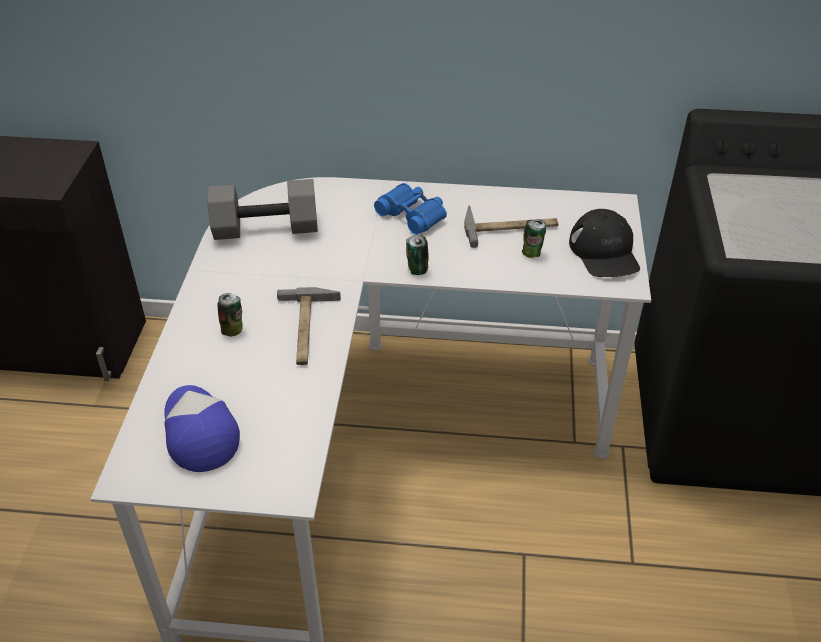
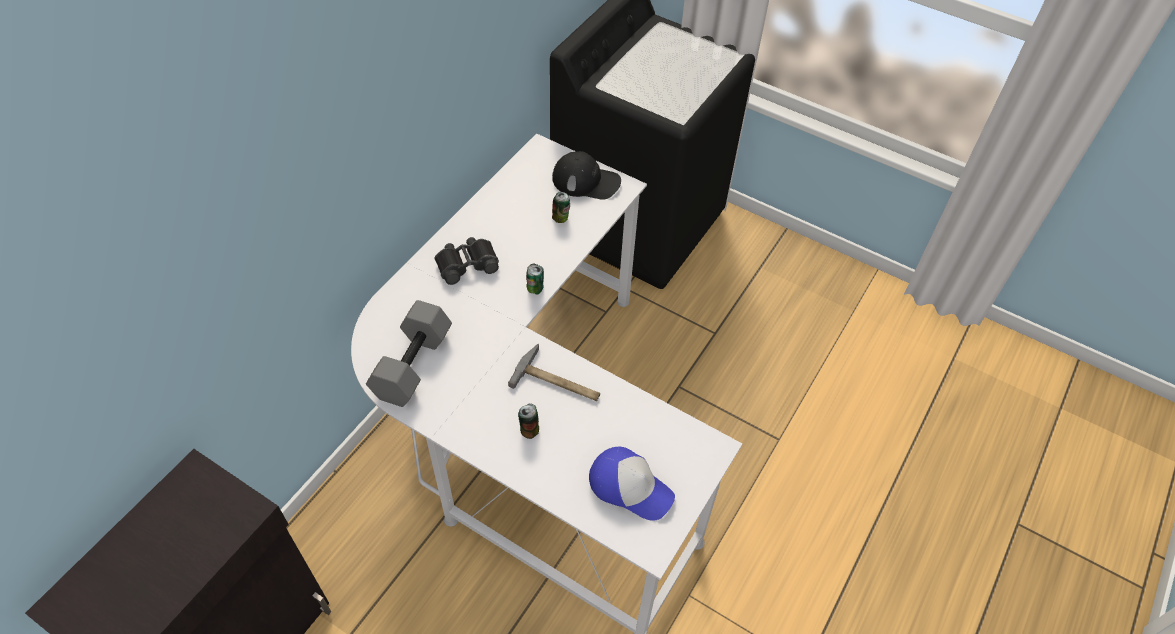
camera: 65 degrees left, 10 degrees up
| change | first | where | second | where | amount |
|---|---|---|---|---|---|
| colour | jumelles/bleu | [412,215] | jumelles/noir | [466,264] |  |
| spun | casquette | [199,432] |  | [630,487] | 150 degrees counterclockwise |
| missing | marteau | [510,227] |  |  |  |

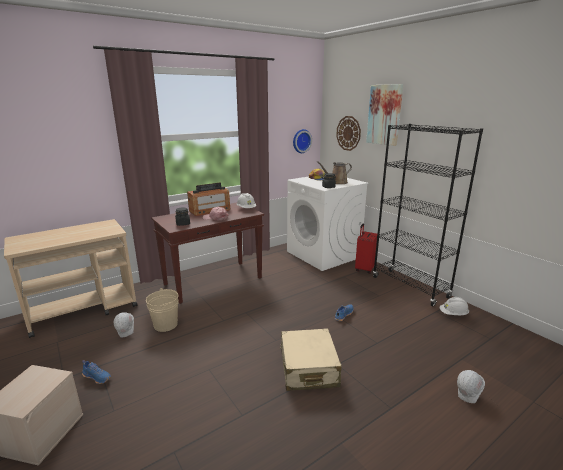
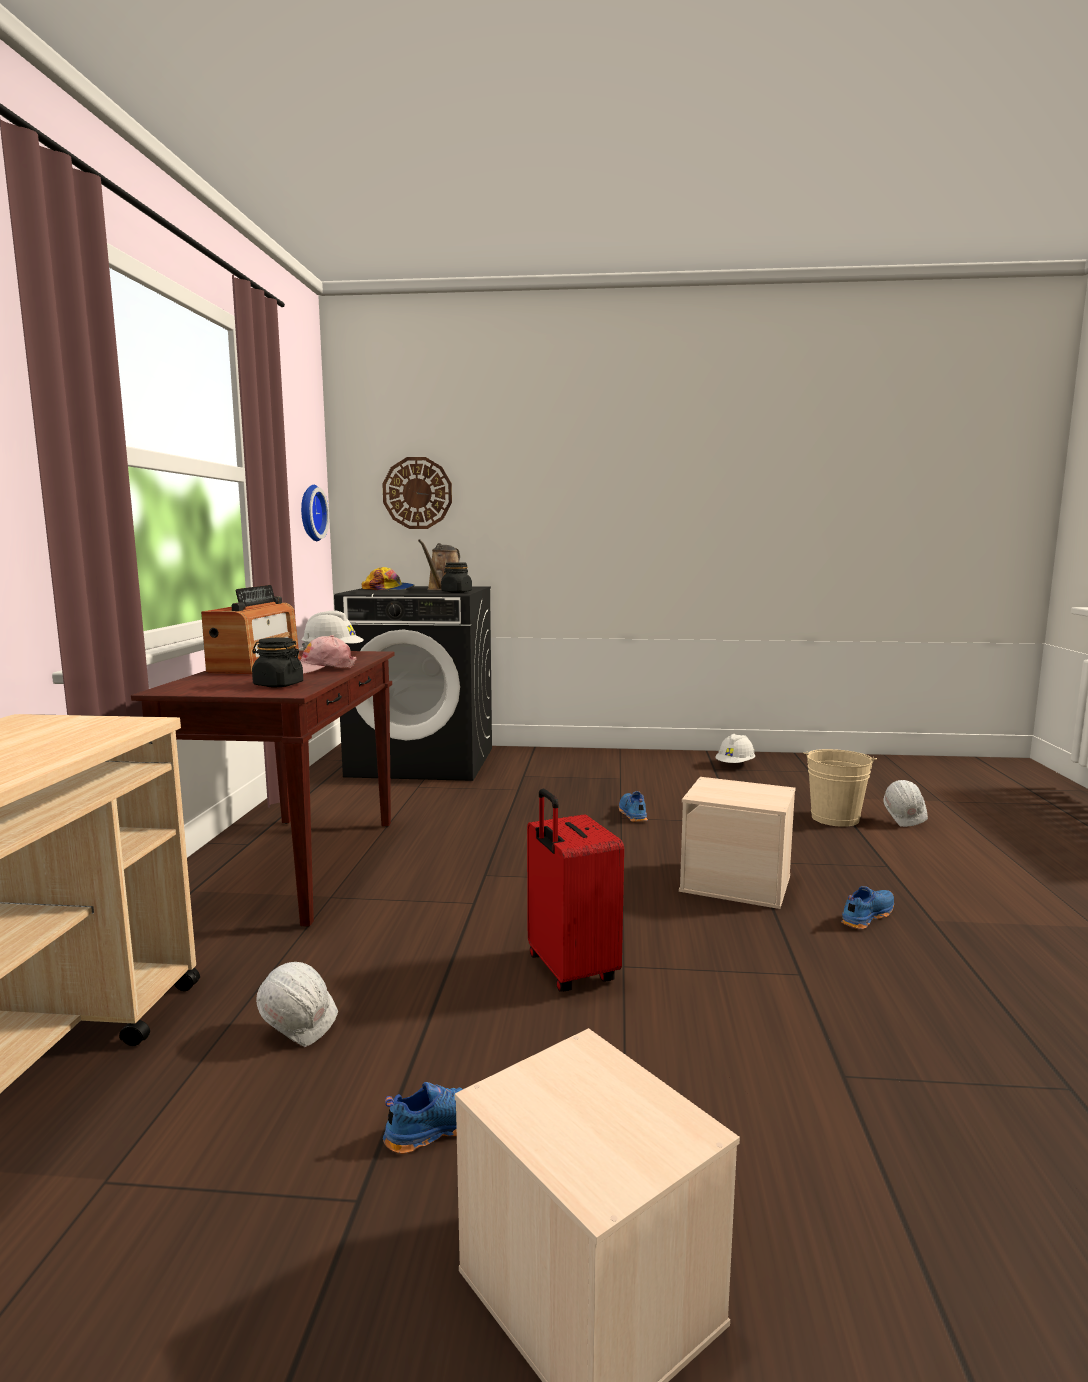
camera: 50 degrees left, 10 degrees down
| change | first | where | second | where | amount |
|---|---|---|---|---|---|
| colour | lave-linge/blanc | [323,254] | lave-linge/noir | [423,762] |  |
| relocated | valise/rouge | [364,269] |  | [569,970] |  |
| exchanged | valise/beige | [308,368] | boîte de rangement/beige | [737,883] |  |
| relocated | seau/beige | [165,325] |  | [835,818] |  |
| appeared |  |  | chaussure/bleu | [865,916] |  |
| missing | tableau | [384,115] |  |  |  |
| missing | bibliothèque/noir | [410,287] |  |  |  |

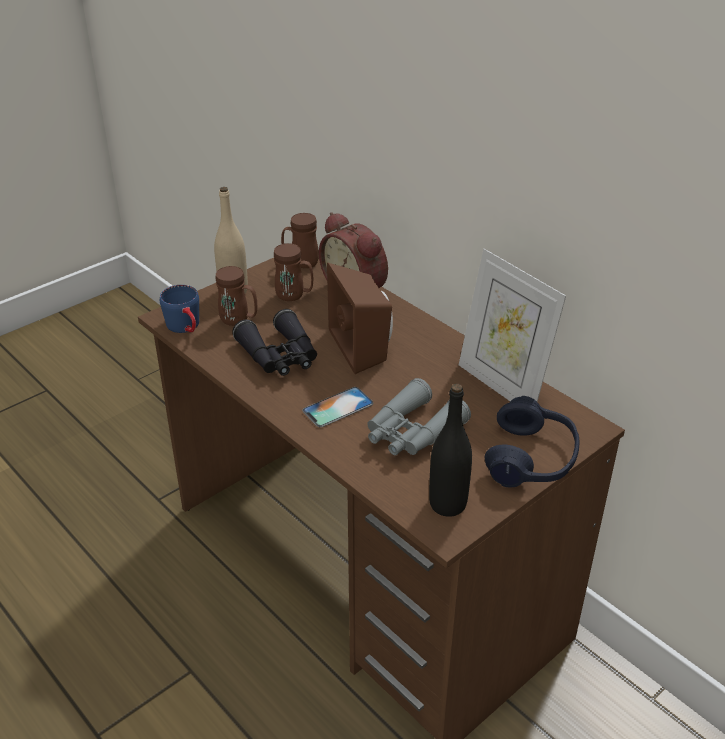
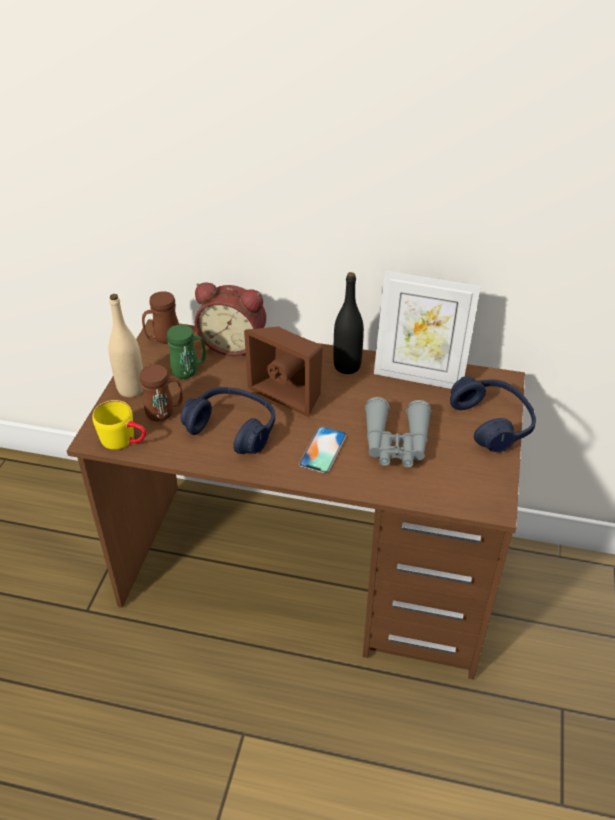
camera: 35 degrees left, 5 degrees up
| change | first | where | second | where | amount |
|---|---|---|---|---|---|
| colour | mug/bleu | [186,328] | mug/jaune | [125,440] |  |
| colour | mug/marron | [294,296] | mug/vert | [189,371] |  |
| exchanged | jumelles/noir | [280,356] | casque audio/bleu | [233,429] |  |
| relocated | bouteille/noir | [447,504] |  | [347,366] |  |

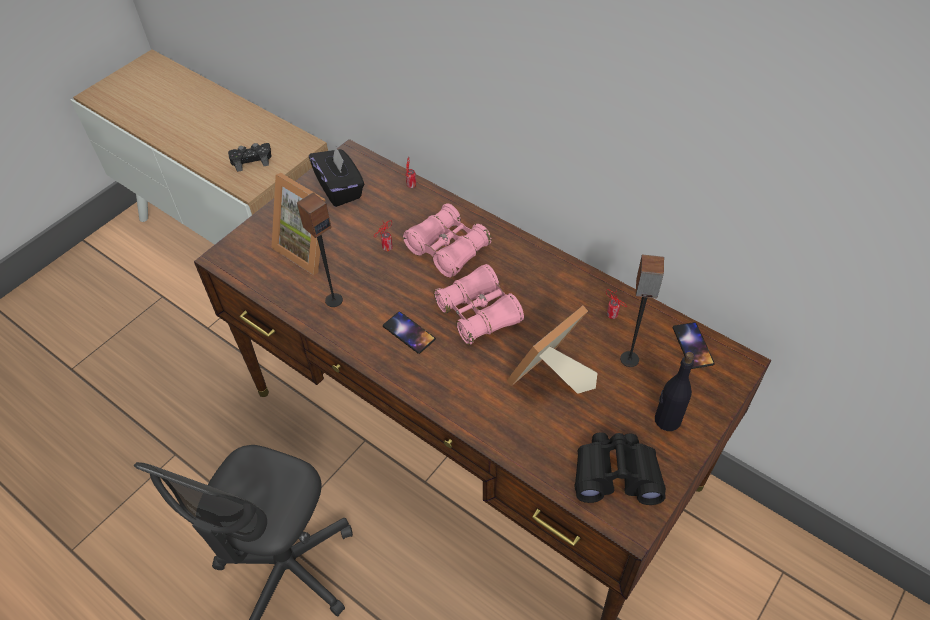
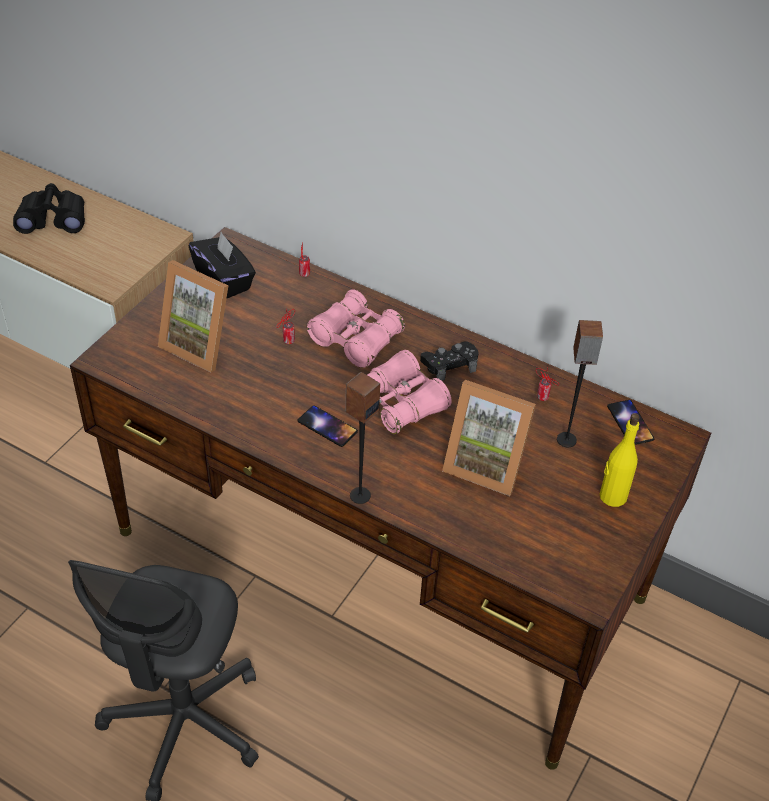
camera: 10 degrees left, 5 degrees down
| change | first | where | second | where | amount |
|---|---|---|---|---|---|
| relocated | jumelles/noir | [616,474] |  | [53,219] |  |
| relocated | enceinte | [333,300] |  | [359,495] |  |
| relocated | manette/noir | [251,160] |  | [450,364] |  |
| spun | cadre photo | [550,379] |  | [486,463] | 105 degrees counterclockwise |
| colour | bouteille/noir | [667,420] | bouteille/jaune | [612,496] |  |

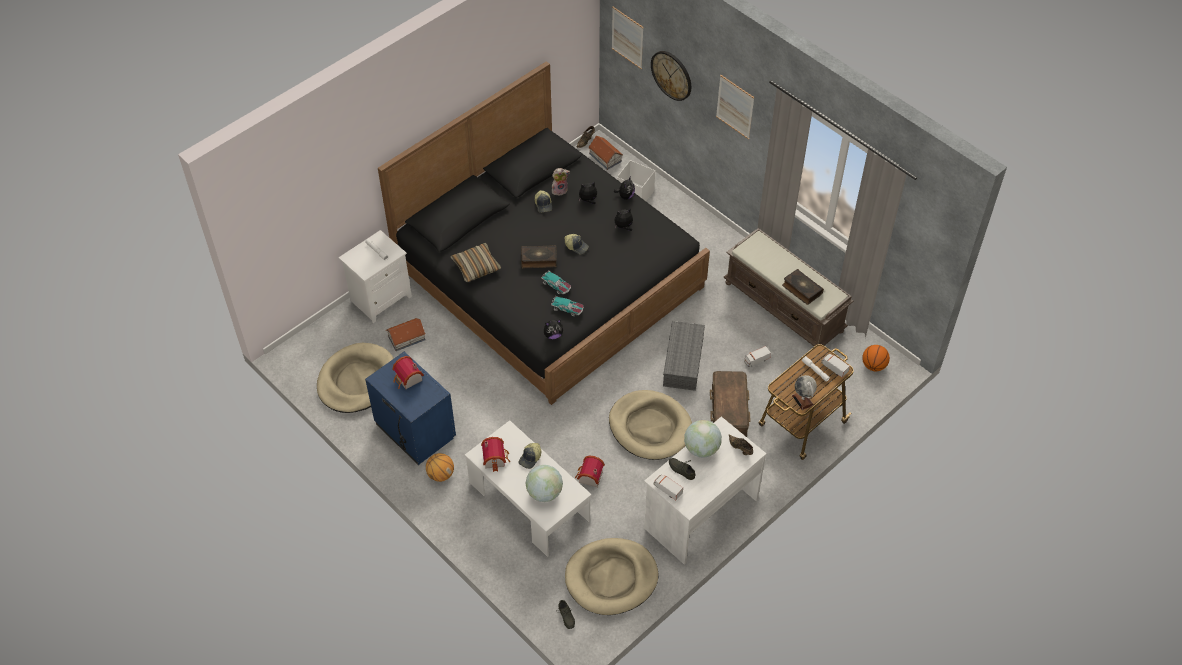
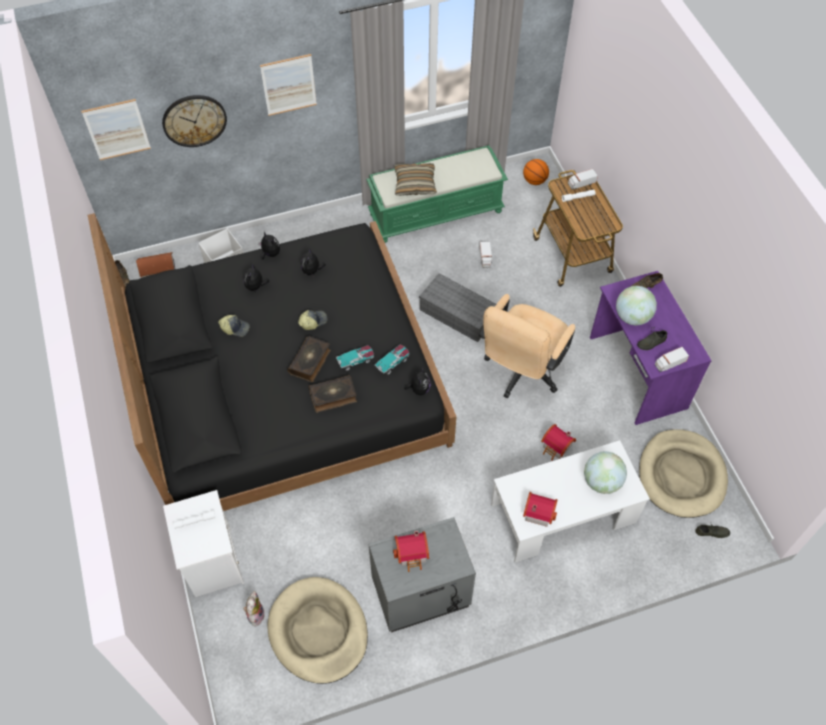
camera: 65 degrees left, 5 degrees up
| change | first | where | second | where | amount |
|---|---|---|---|---|---|
| relocated | peluche | [560,190] |  | [255,614] |  |
| relocated | livre | [801,290] |  | [333,397] |  |
| colour | banc/marron | [785,307] | banc/vert | [436,212] |  |
| colour | table de chevet/bleu | [414,431] | table de chevet/gris | [421,594] |  |
| relocated | coussin | [476,267] |  | [415,184] |  |
| exchanged | panier pour chien/beige | [650,427] | chaise de bureau/beige | [521,372] |  |
| colour | bureau/blanc | [700,513] | bureau/violet | [636,373] |  |
| missing | maison miniature | [407,338] |  |  |  |
| missing | ballon de basket | [440,474] |  |  |  |
| missing | casquette | [530,458] |  |  |  |
| missing | boîte de rangement/marron | [729,411] |  |  |  |
| missing | globe | [802,400] |  |  |  |

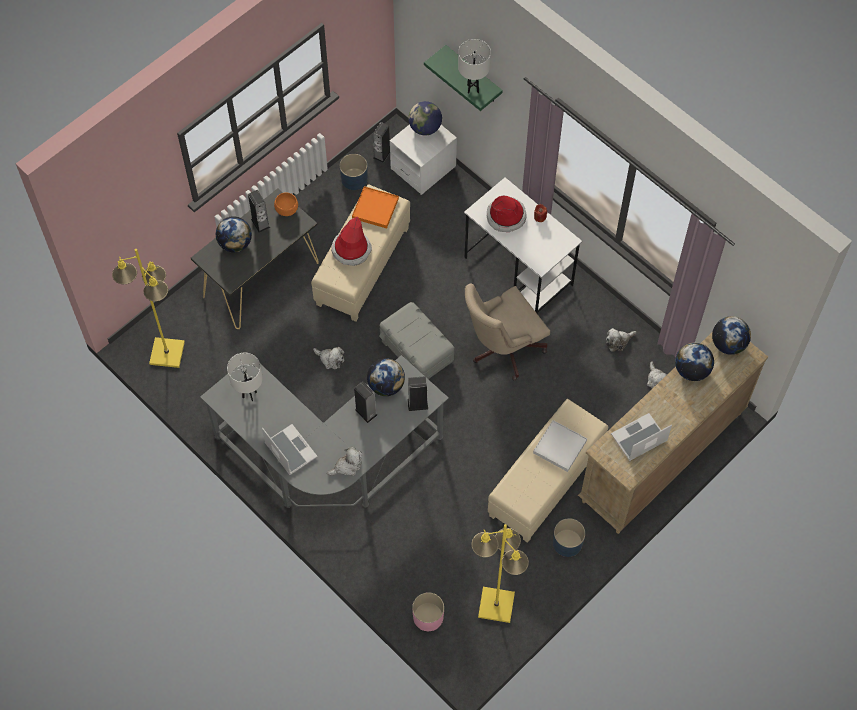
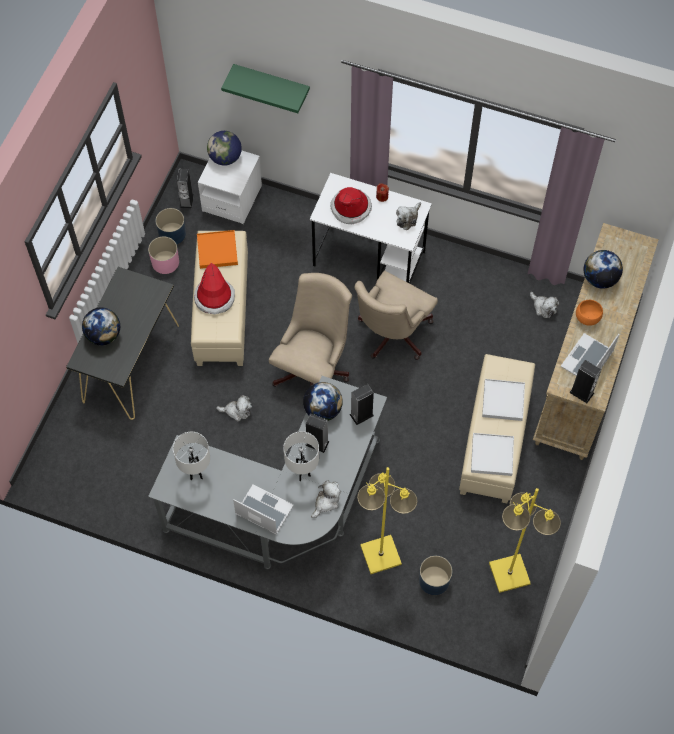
camera: 25 degrees left, 0 degrees up
| change | first | where | second | where | amount |
|---|---|---|---|---|---|
| relocated | cache-pot/rose | [428,617] |  | [165,262] |  |
| exchanged | boîte de rangement/gris | [417,349] | chaise de bureau/beige | [313,368] |  |
| relocated | lampe de table/blanc | [473,88] |  | [302,473] |  |
| relocated | lampadaire/jaune | [166,352] |  | [380,554] |  |
| relocated | peluche | [618,341] |  | [408,218] |  |
| relocated | cache-pot/bleu | [567,543] |  | [434,580] |  |
| appeared |  |  | plateau/blanc | [492,455] |  |
| relocated | enceinte | [260,223] |  | [581,393] |  |
| relocated | bol/orange | [287,209] |  | [587,317] |  |
| missing | globe | [728,344] |  |  |  |

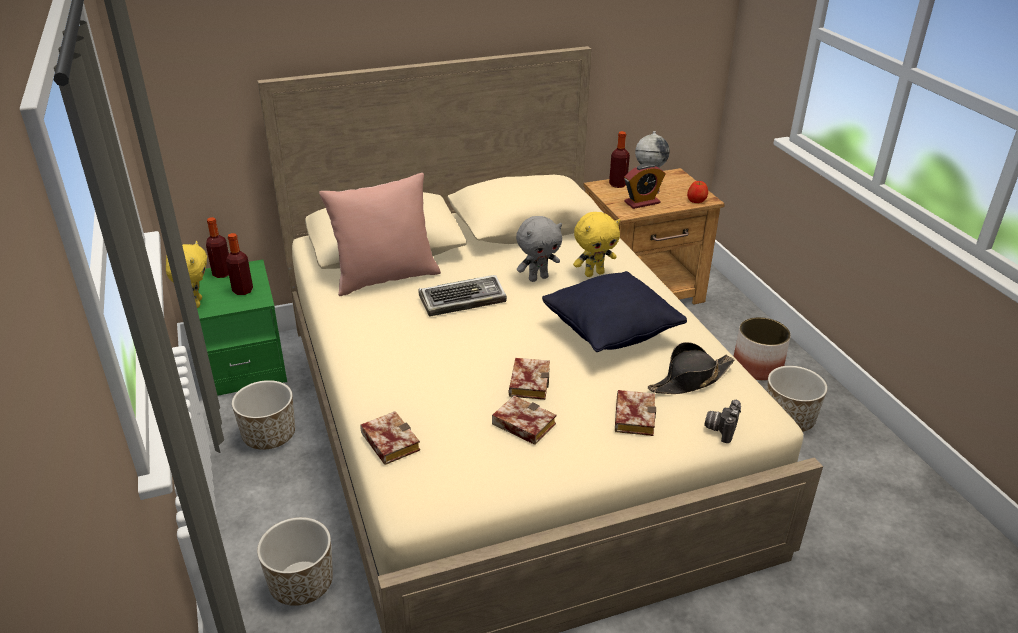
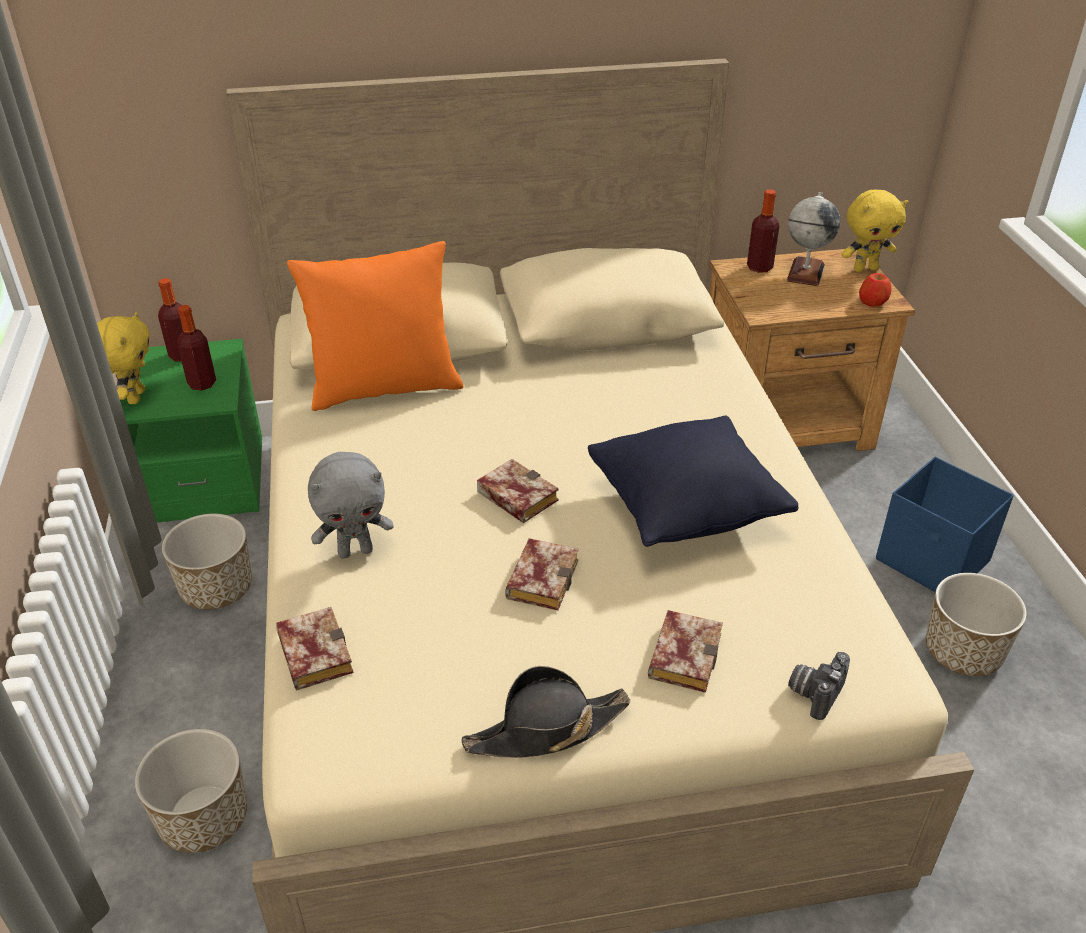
camera: 10 degrees right, 5 degrees up
| change | first | where | second | where | amount |
|---|---|---|---|---|---|
| colour | coussin/rose | [385,278] | coussin/orange | [385,388] |  |
| relocated | peluche/gris | [538,278] |  | [356,551] |  |
| relocated | chapeau/noir | [690,380] |  | [546,729] |  |
| relocated | livre | [521,425] |  | [513,497] |  |
| relocated | peluche/jaune | [594,273] |  | [865,268] |  |
| exchanged | cache-pot | [757,367] | boîte de rangement/bleu | [933,561] |  |
| missing | clavier | [463,300] |  |  |  |
| missing | réveil | [642,202] |  |  |  |

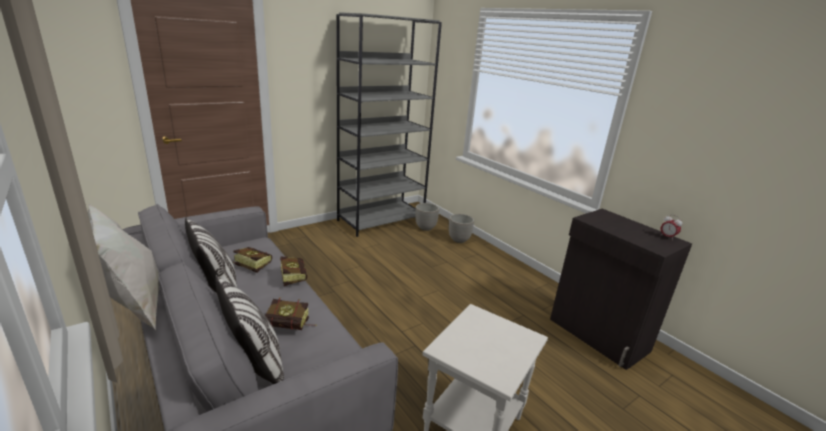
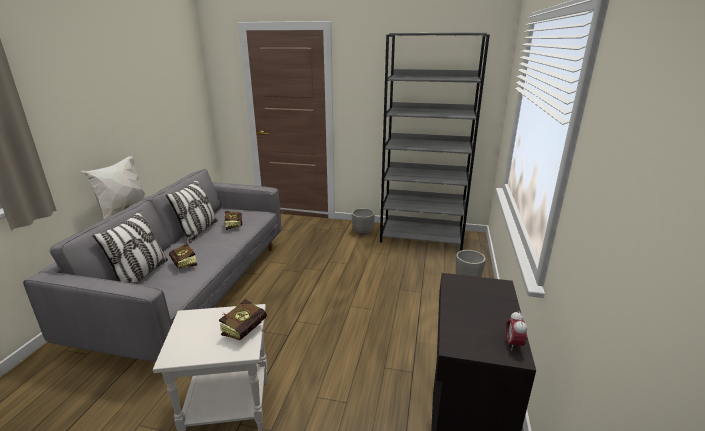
camera: 50 degrees right, 0 degrees up
| change | first | where | second | where | amount |
|---|---|---|---|---|---|
| relocated | livre | [293,277] |  | [248,328] |  |
| relocated | cache-pot | [425,228] |  | [362,232] |  |

